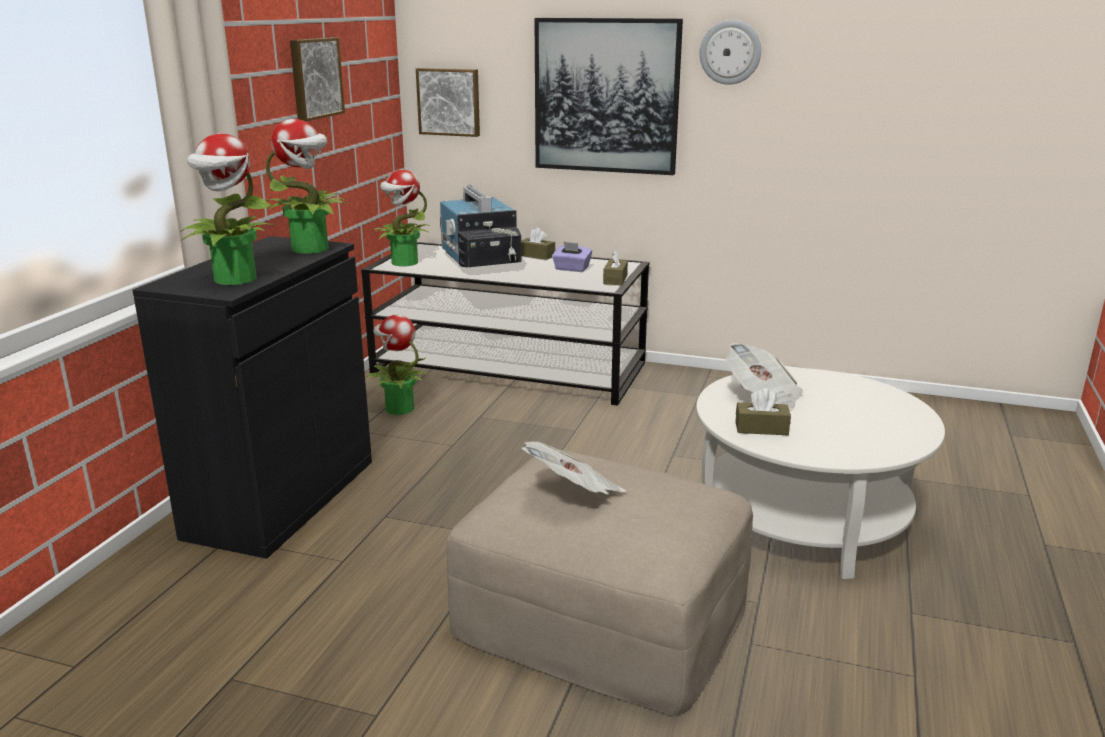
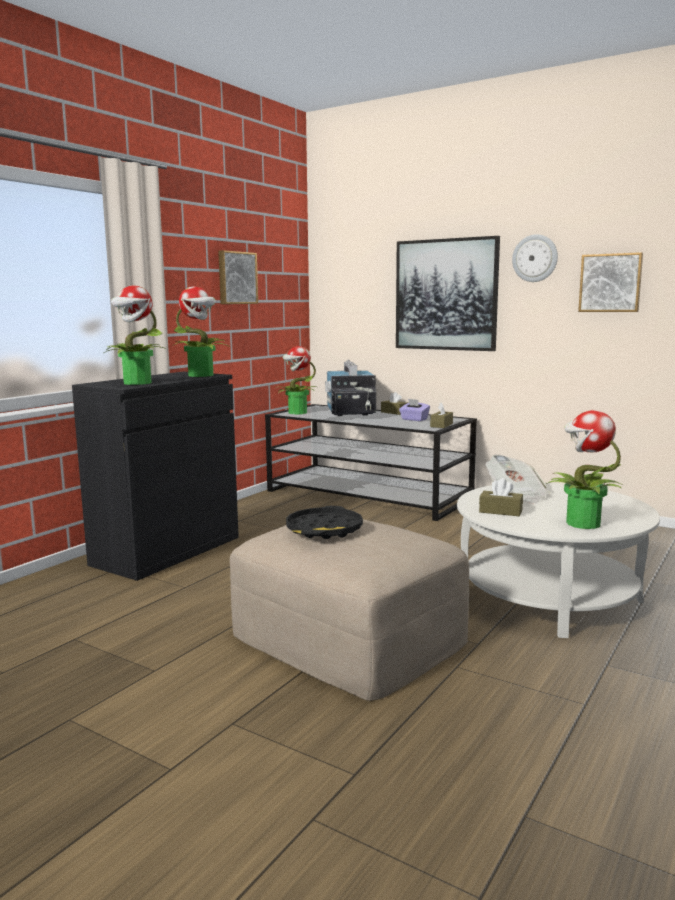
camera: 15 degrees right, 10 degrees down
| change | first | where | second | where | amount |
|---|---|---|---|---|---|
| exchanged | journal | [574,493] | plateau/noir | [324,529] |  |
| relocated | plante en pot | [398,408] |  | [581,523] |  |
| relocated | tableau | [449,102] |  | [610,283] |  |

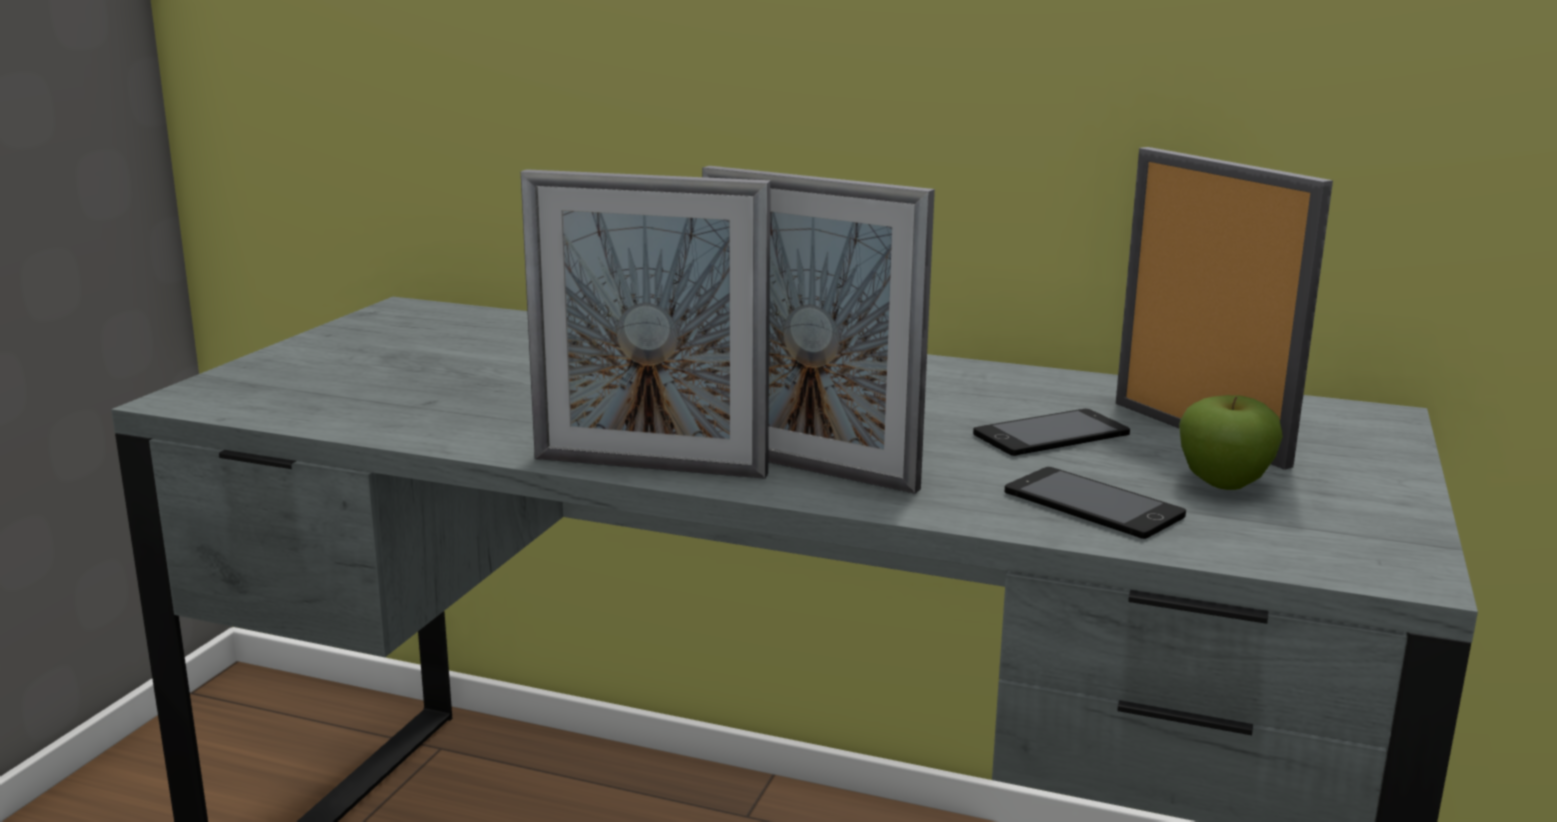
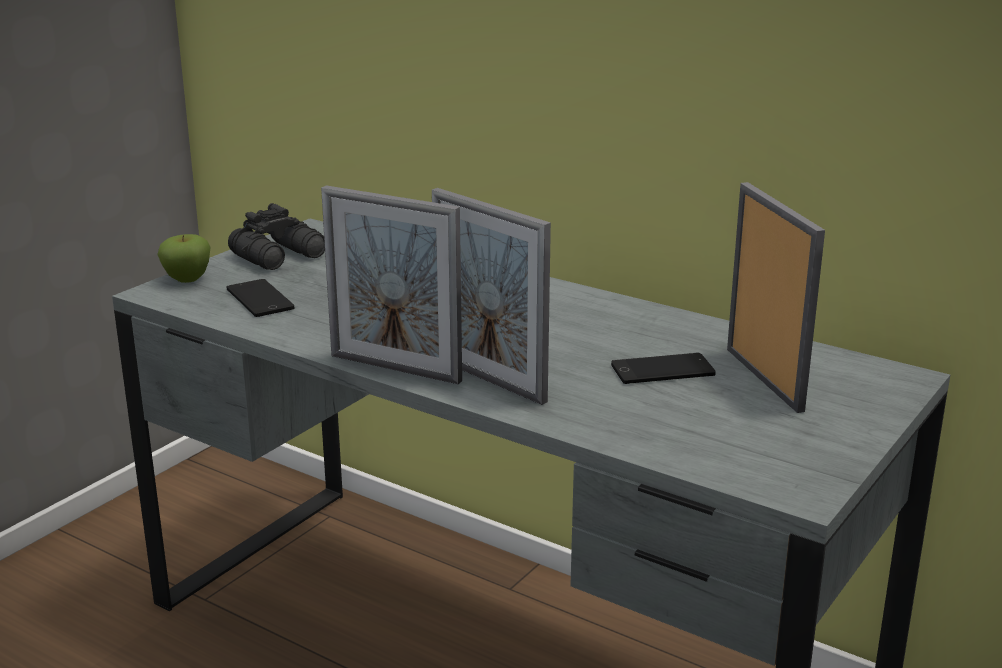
camera: 15 degrees right, 5 degrees up
| change | first | where | second | where | amount |
|---|---|---|---|---|---|
| relocated | pomme | [1223,483] |  | [187,279] |  |
| relocated | téléphone | [1093,504] |  | [260,299] |  |
| appeared |  |  | jumelles/noir | [281,256] |  |

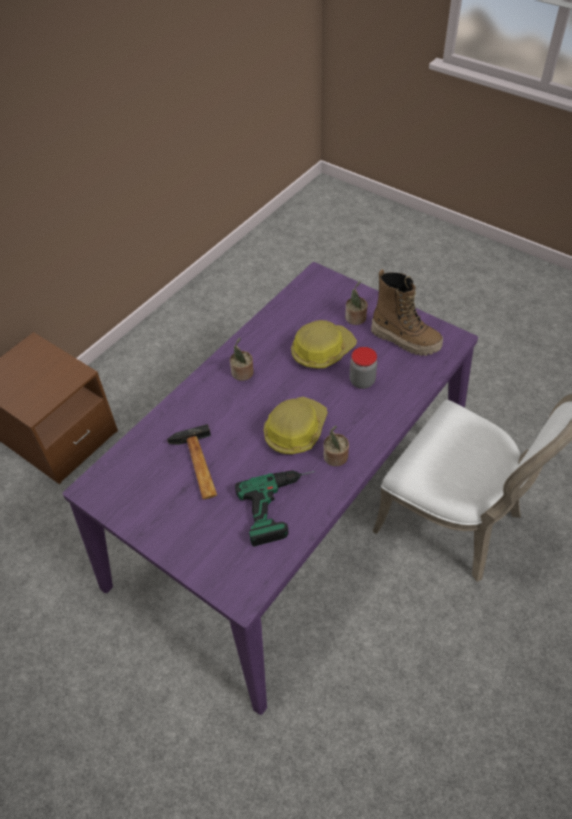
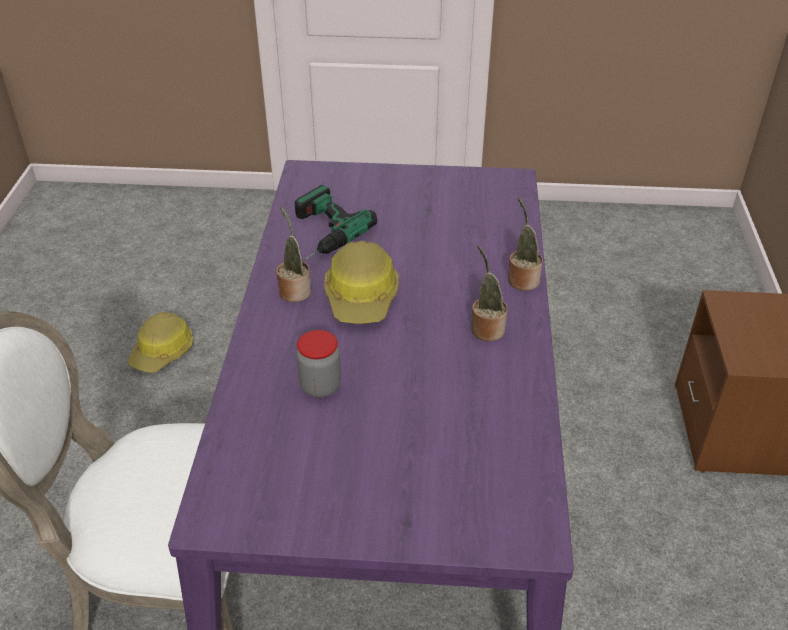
camera: 145 degrees right, 10 degrees down
| change | first | where | second | where | amount |
|---|---|---|---|---|---|
| relocated | casque de chantier | [322,351] |  | [163,351] |  |
| relocated | plante en pot | [355,319] |  | [522,279] |  |
| missing | marteau | [197,467] |  |  |  |
| missing | botte | [405,339] |  |  |  |

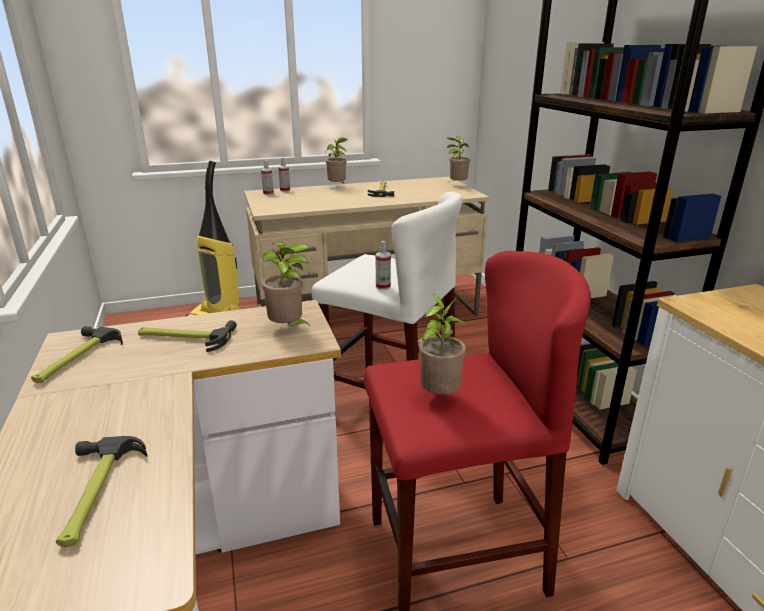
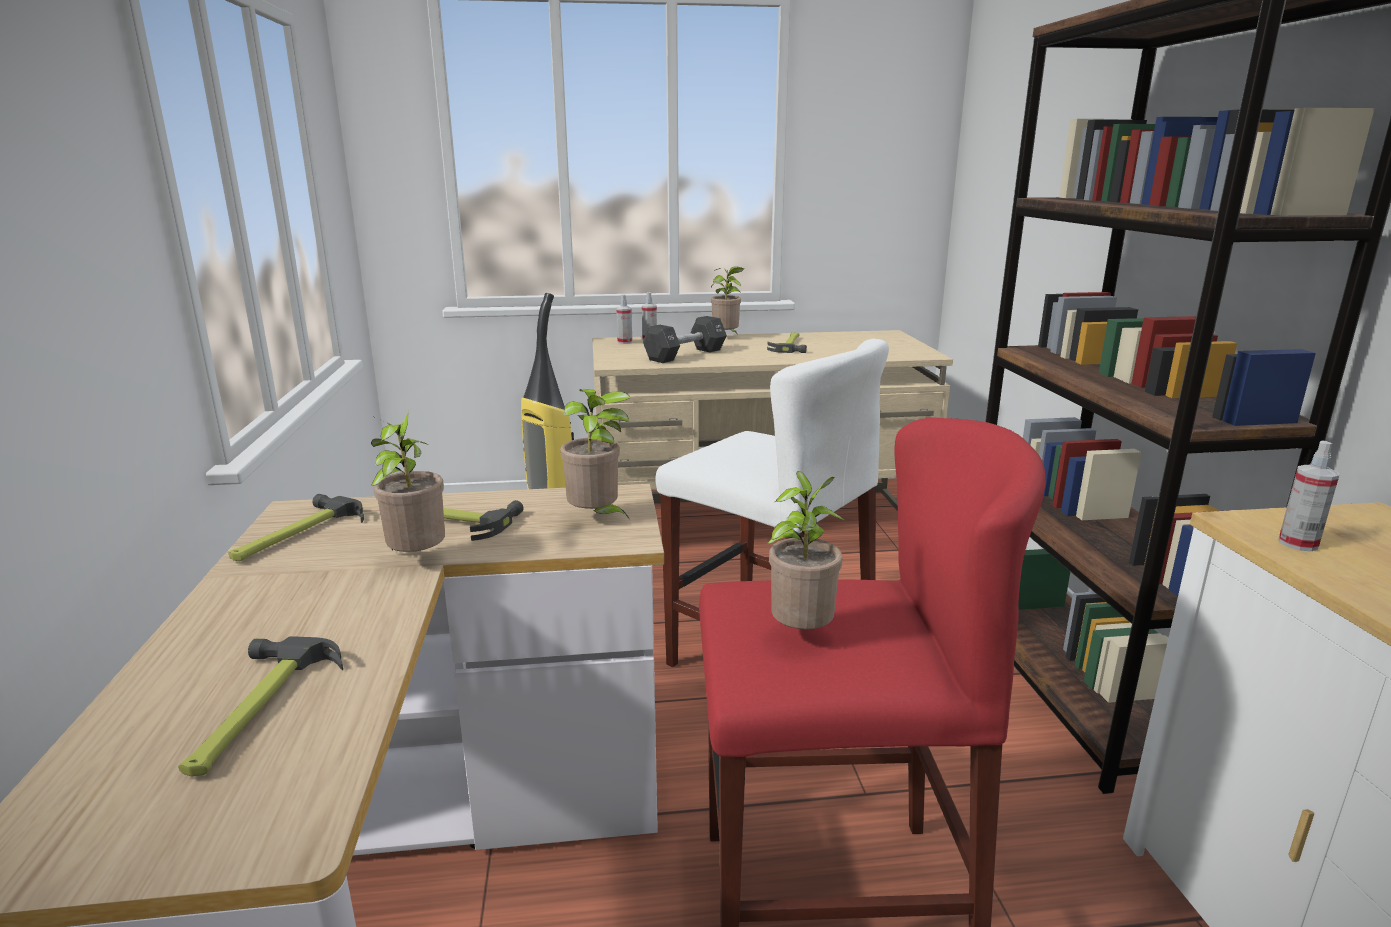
camera: 10 degrees right, 5 degrees down
| change | first | where | second | where | amount |
|---|---|---|---|---|---|
| relocated | plante en pot | [457,185] |  | [416,560] |  |
| appeared |  |  | haltère/noir | [685,355] |  |
| relocated | vaporisateur | [383,286] |  | [1298,544] |  |

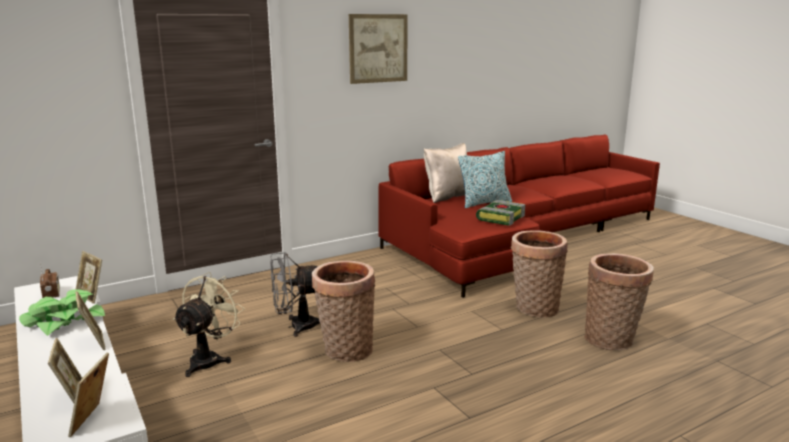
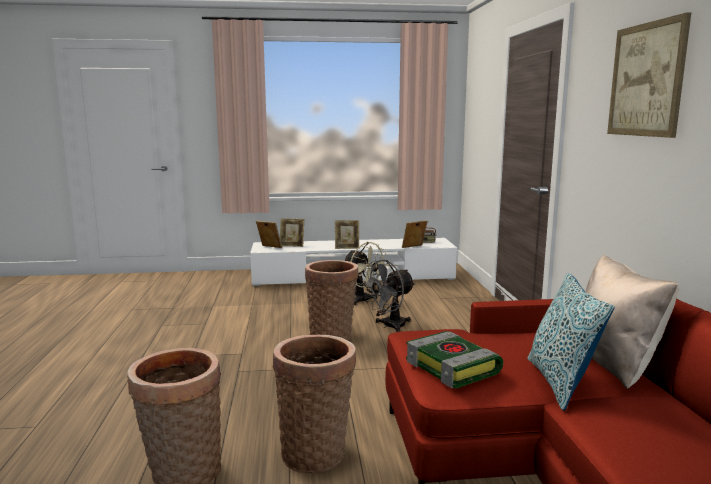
camera: 115 degrees right, 5 degrees down
| change | first | where | second | where | amount |
|---|---|---|---|---|---|
| spun | ventilateur/gris | [296,326] |  | [389,326] | 135 degrees counterclockwise |
| missing | plante en pot | [63,322] |  |  |  |

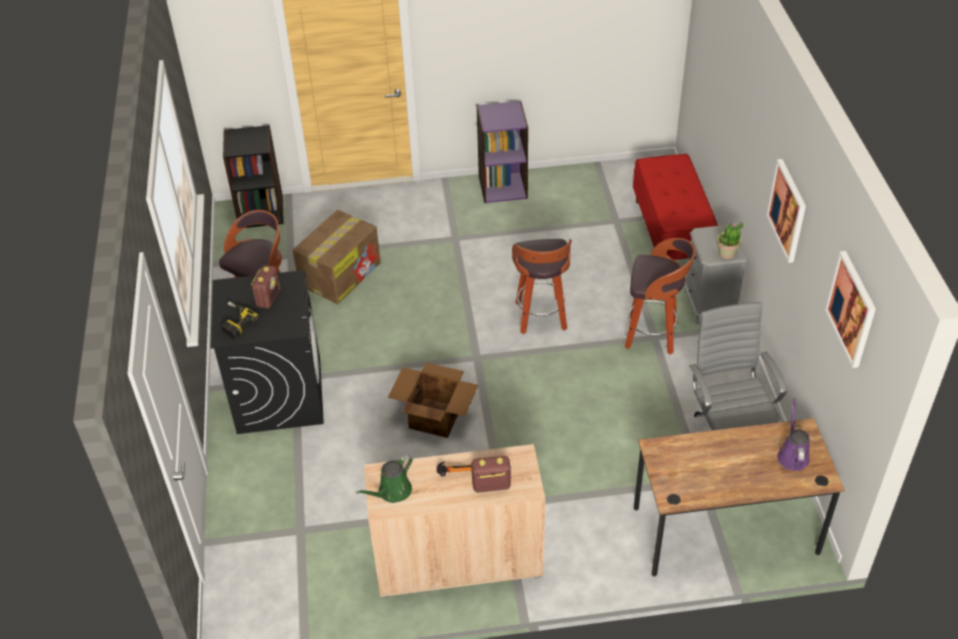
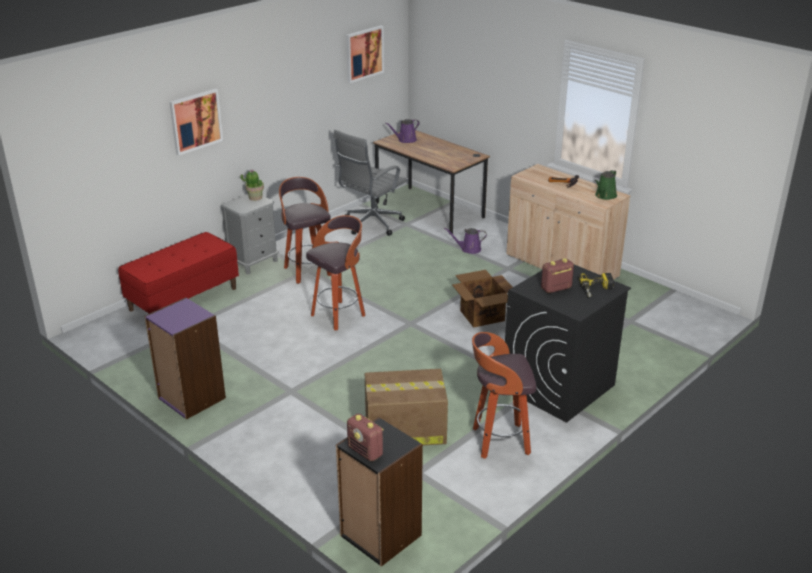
camera: 130 degrees left, 15 degrees down
| change | first | where | second | where | amount |
|---|---|---|---|---|---|
| relocated | tableau | [787,210] |  | [195,121] |  |
| relocated | radio | [491,485] |  | [365,451] |  |
| appeared |  |  | arrosoir/violet | [469,249] |  |
| spun | arrosoir/vert | [392,492] |  | [605,196] | 120 degrees clockwise |

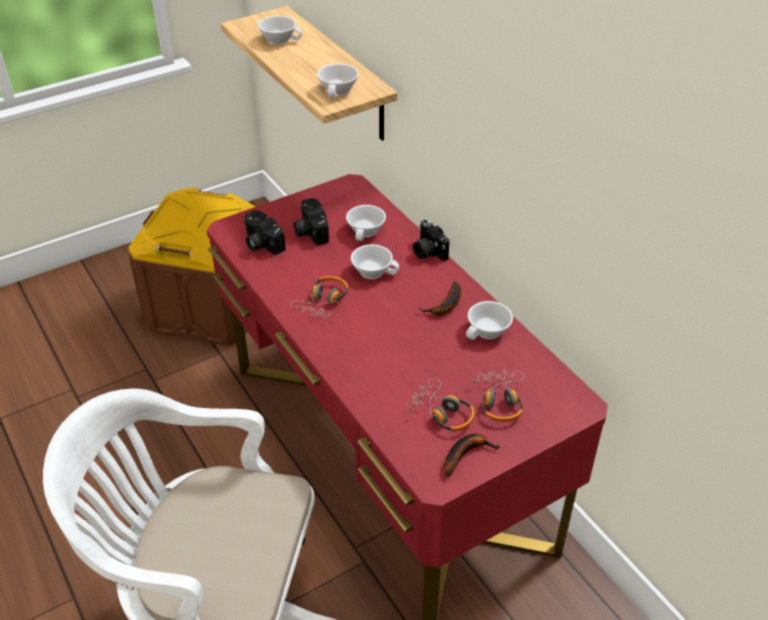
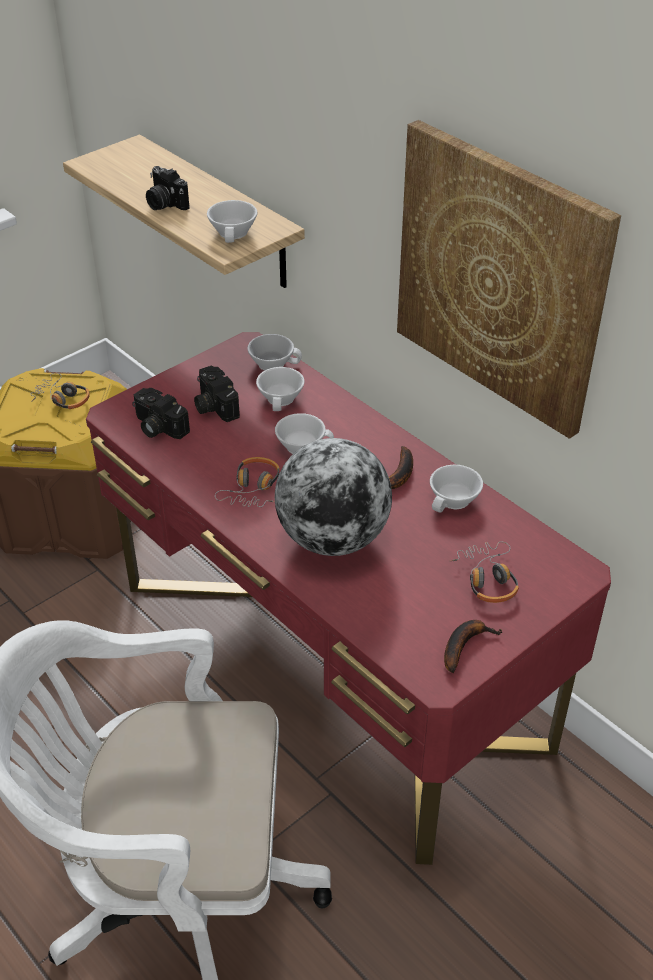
camera: 10 degrees left, 0 degrees up
| change | first | where | second | where | amount |
|---|---|---|---|---|---|
| relocated | casque audio | [441,413] |  | [62,398] |  |
| relocated | appareil photo | [428,252] |  | [165,204] |  |
| relocated | tasse/blanc | [280,39] |  | [273,362] |  |
| appeared |  |  | globe | [332,538] |  |
| appeared |  |  | tableau | [500,278] |  |

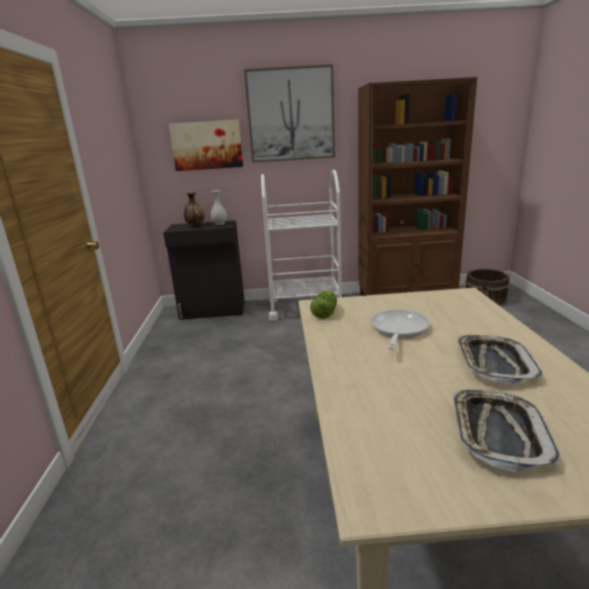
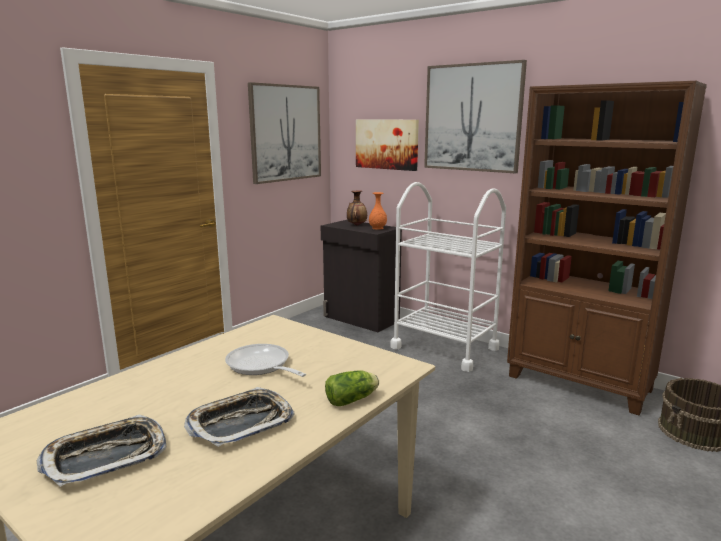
camera: 40 degrees right, 5 degrees down
| change | first | where | second | where | amount |
|---|---|---|---|---|---|
| spun | poêle | [397,330] |  | [261,366] | 105 degrees counterclockwise |
| appeared |  |  | tableau | [285,133] |  |
| relocated | laitue | [325,312] |  | [353,399] |  |
| colour | vase/blanc | [220,224] | vase/orange | [377,228] |  |

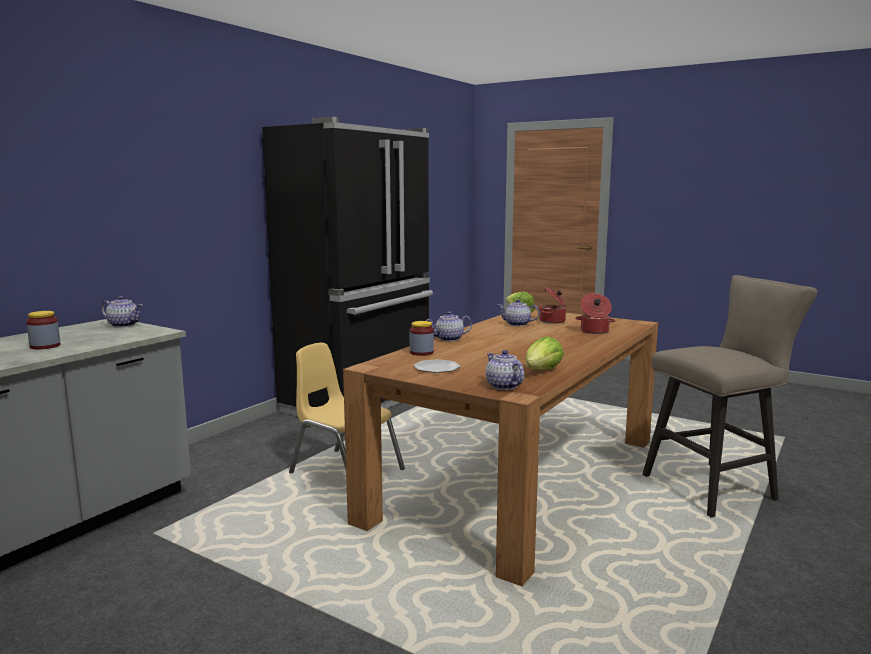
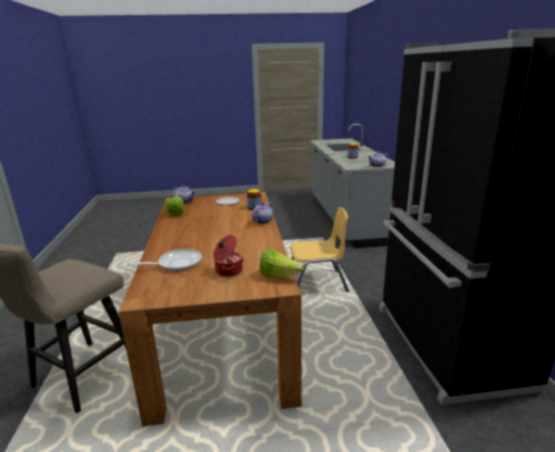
camera: 140 degrees right, 10 degrees up
| change | first | where | second | where | amount |
|---|---|---|---|---|---|
| exchanged | marmite | [594,331] | poêle | [176,264] |  |
| missing | théière | [517,324] |  |  |  |

